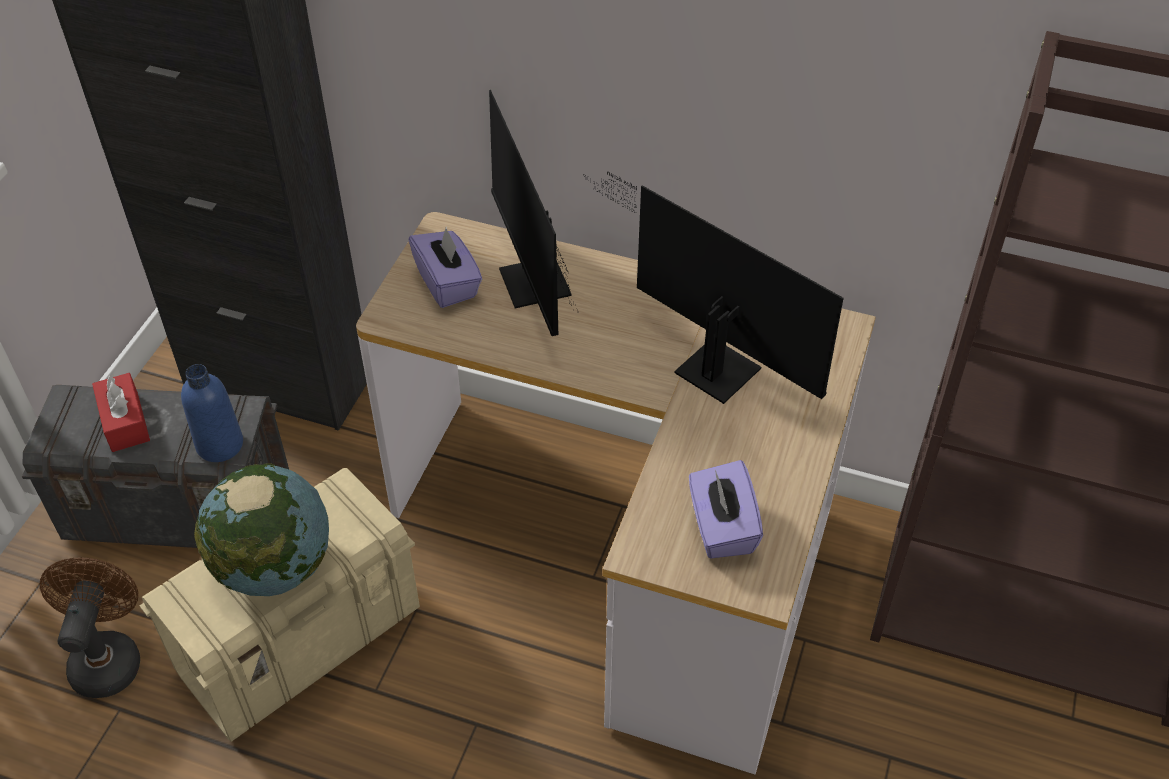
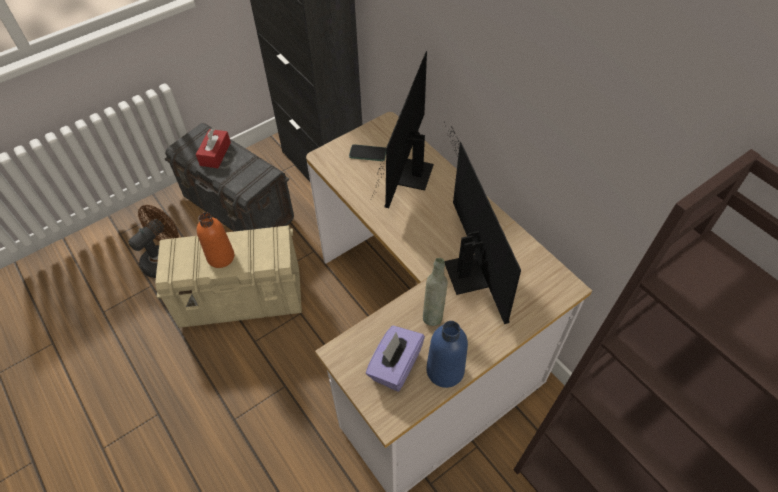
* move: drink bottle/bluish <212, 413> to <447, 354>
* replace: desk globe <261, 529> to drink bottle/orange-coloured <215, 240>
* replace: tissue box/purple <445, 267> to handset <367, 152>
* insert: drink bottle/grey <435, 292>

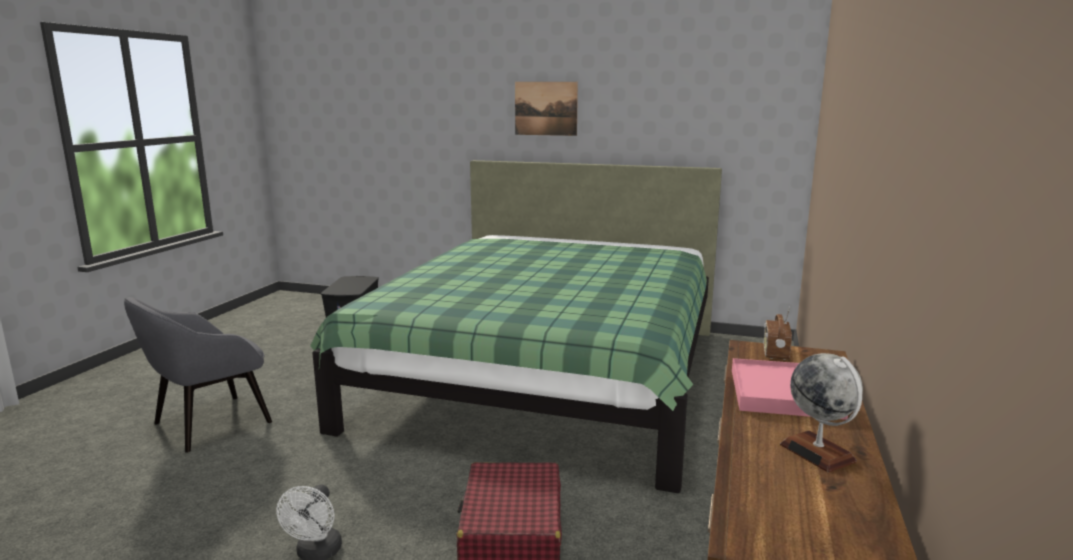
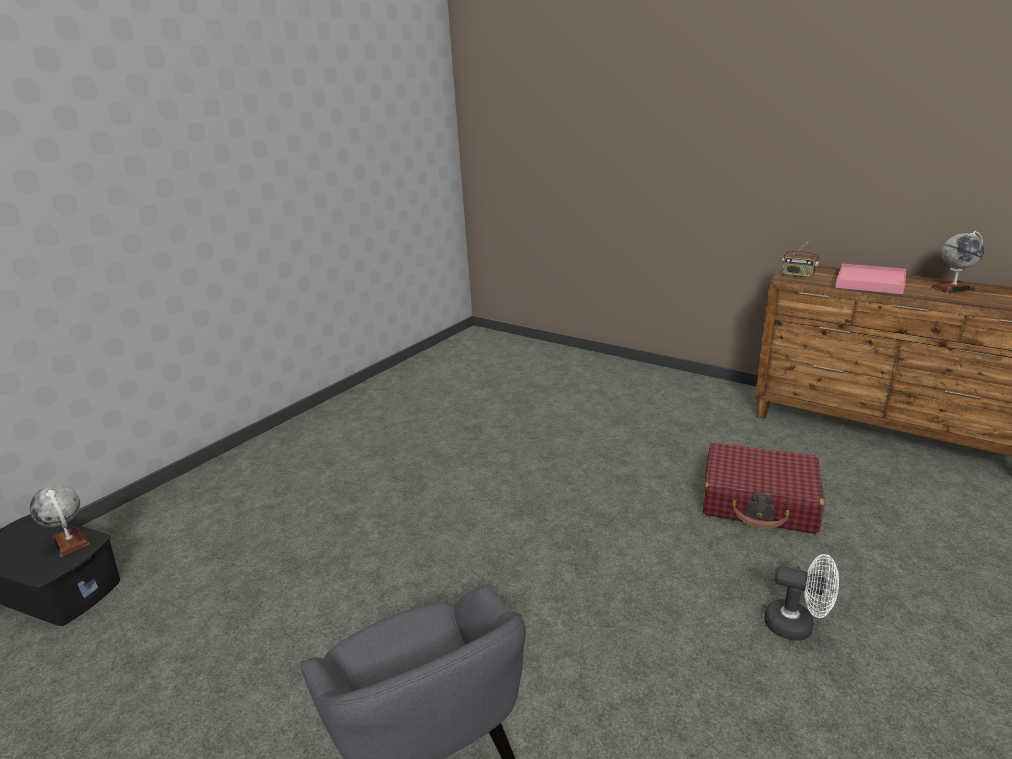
* delete: bed/green-coloured <516, 326>
* delete: wall art <546, 109>
* insert: desk globe <60, 521>

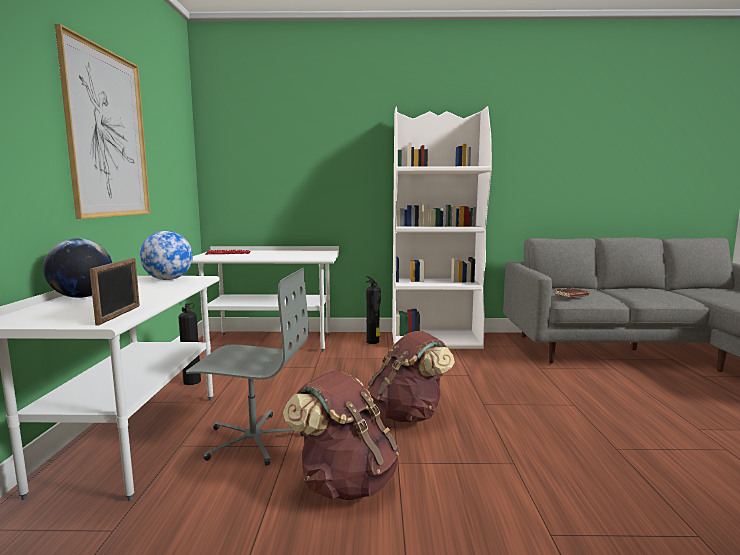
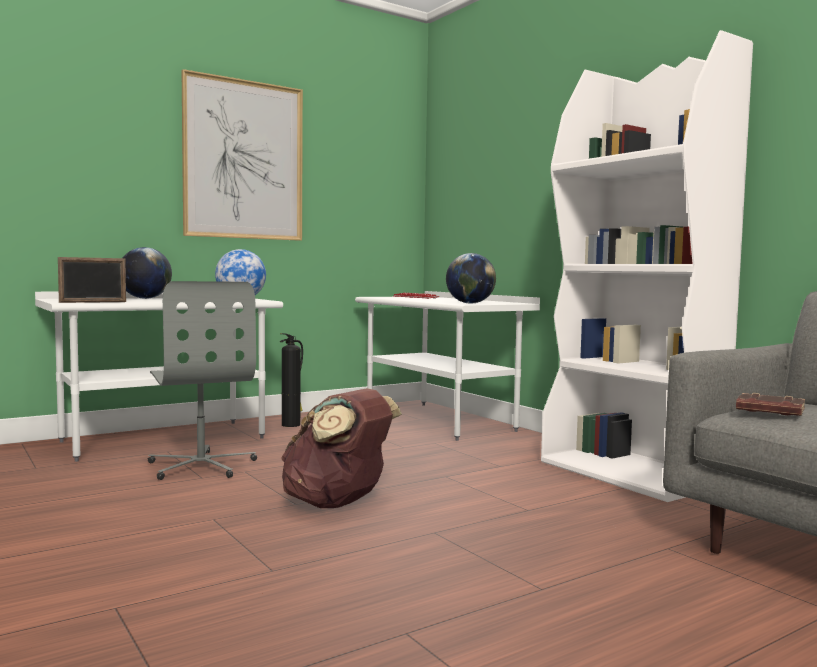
* delete: knapsack/brown <341, 435>
* delete: fire extinguisher <373, 310>
* insert: desk globe <471, 278>

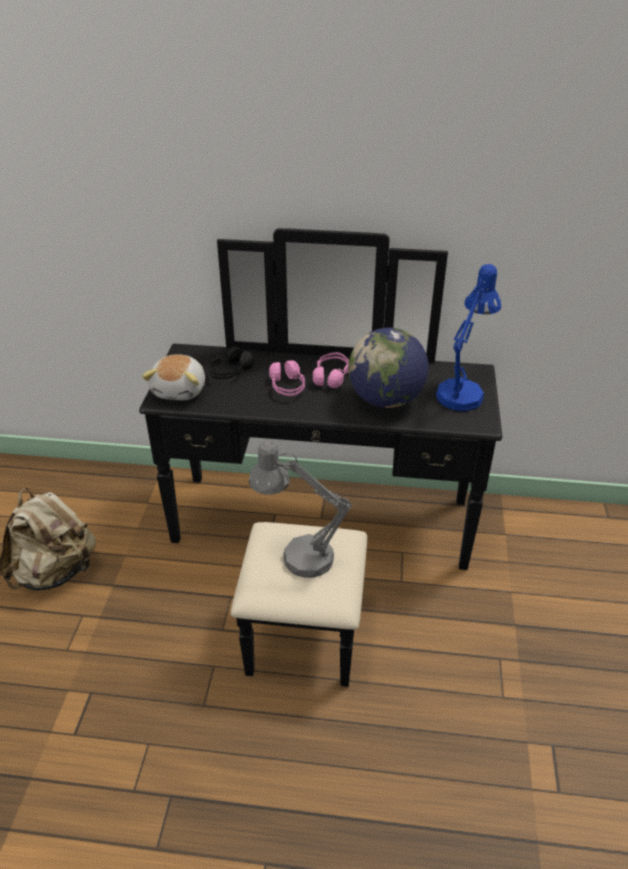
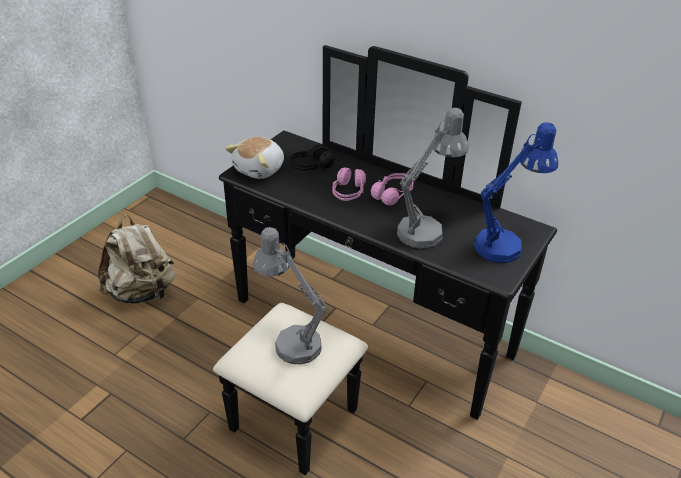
* replace: desk globe <388, 368> to lamp for a table/grey <433, 178>

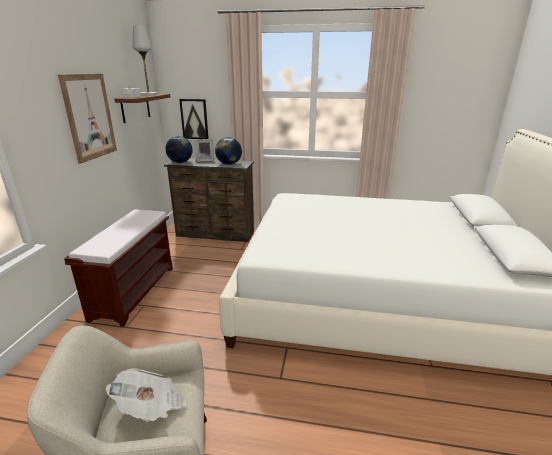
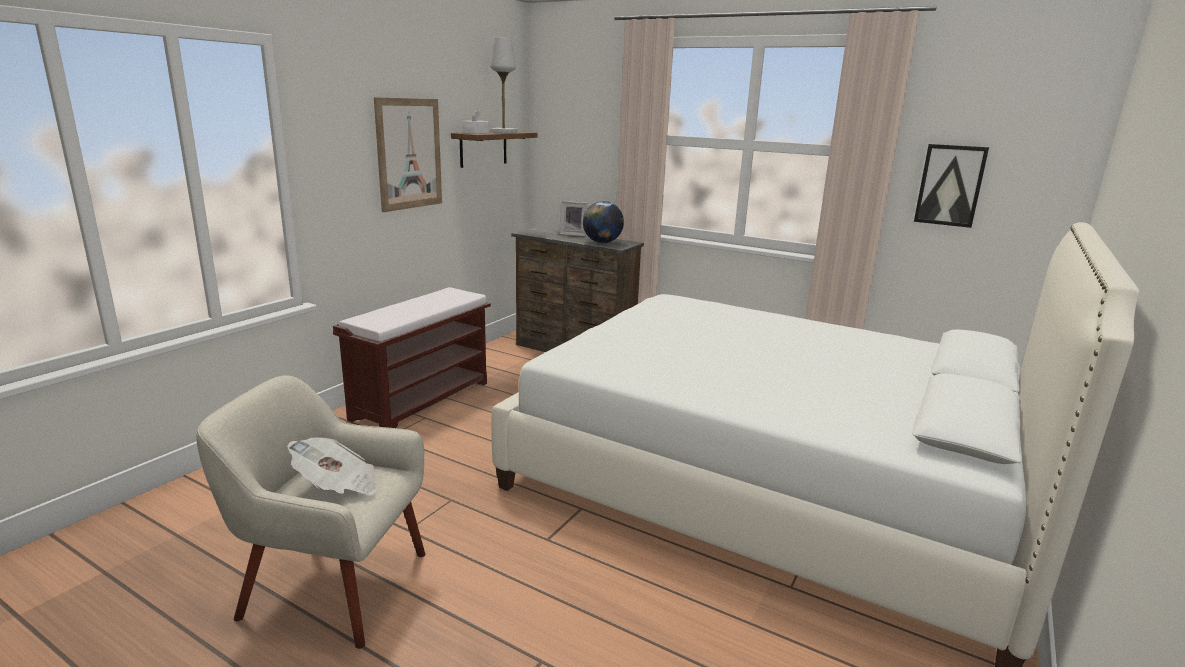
* delete: desk globe <179, 149>
* move: wall art <194, 119> to <951, 186>

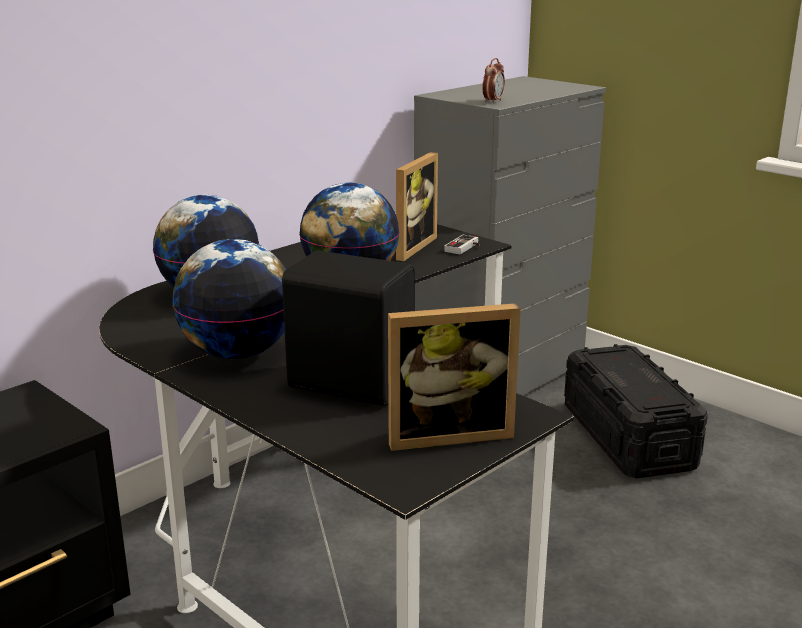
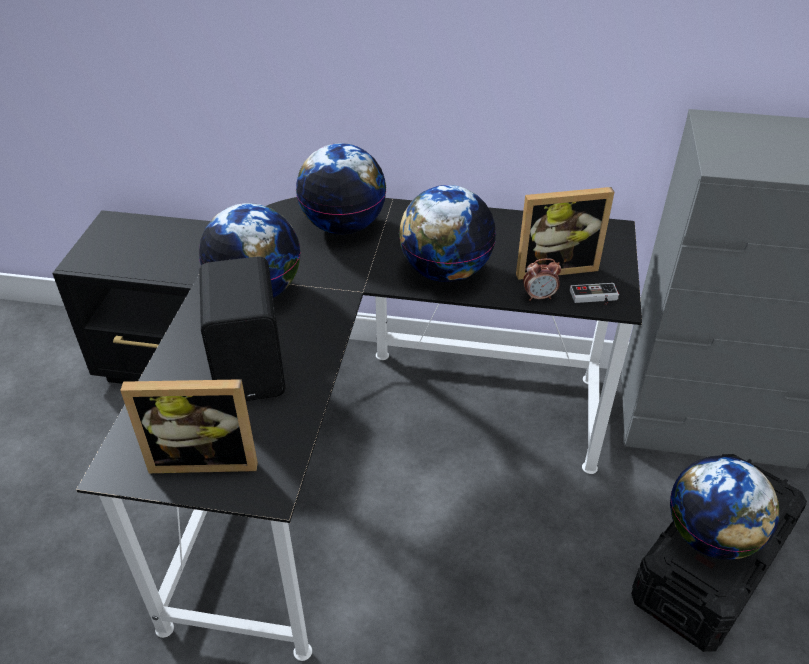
* rotate: standing frame <454, 377> = <189, 426> 45 degrees counterclockwise
* move: bedside clock <493, 80> to <542, 279>
* insert: desk globe <724, 508>

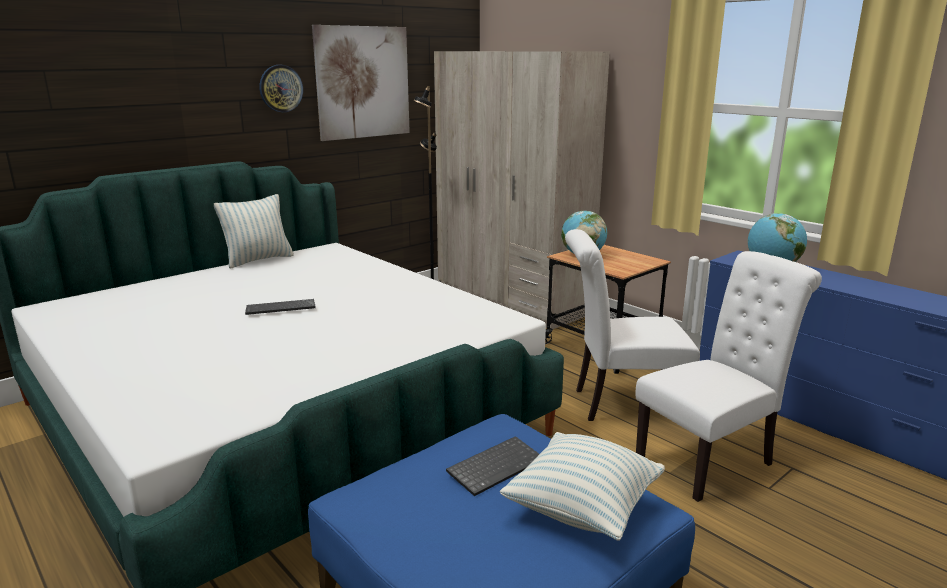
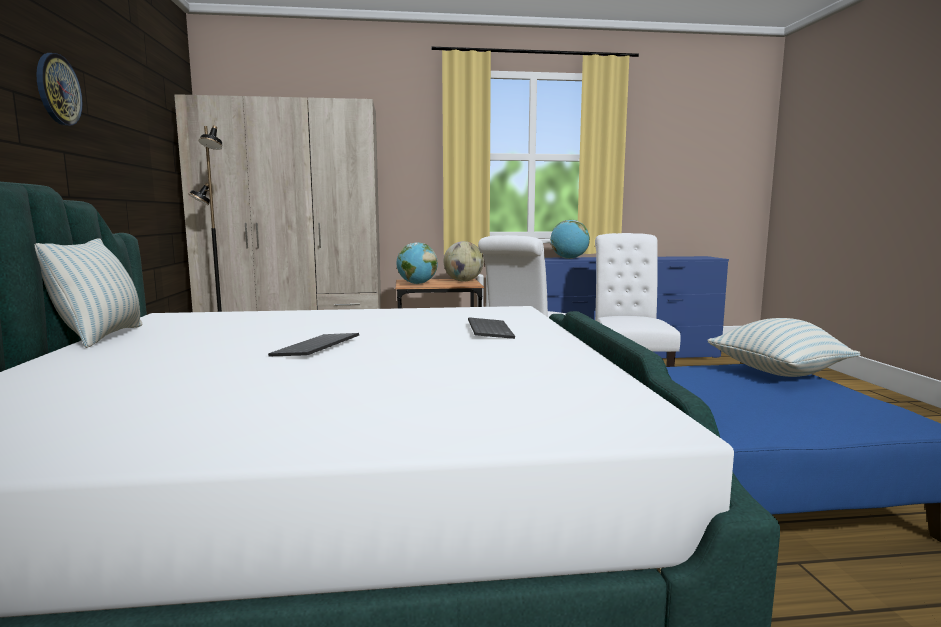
* delete: wall art <361, 83>
* move: keyboard <492, 466> to <491, 328>
* insert: desk globe <464, 261>

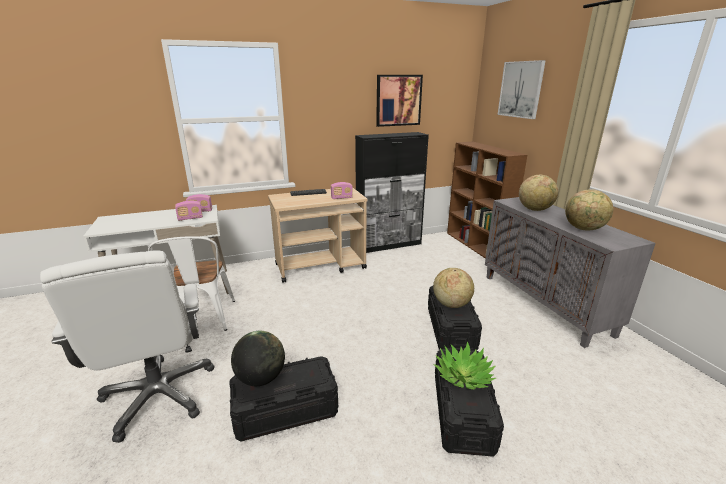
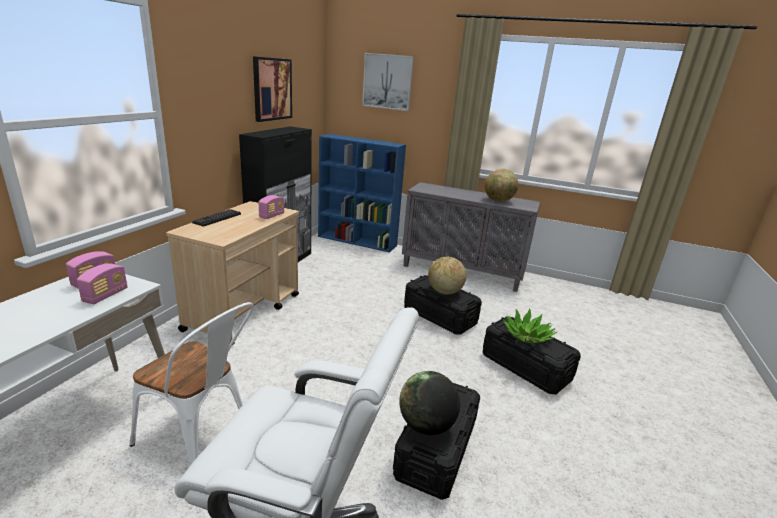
* recolor: shelving unit/brown <487, 200> to shelving unit/bluish <362, 193>
* delete: desk globe <538, 193>

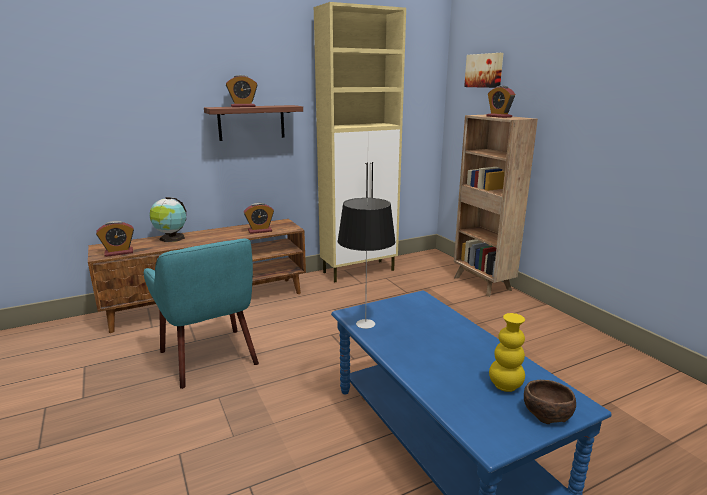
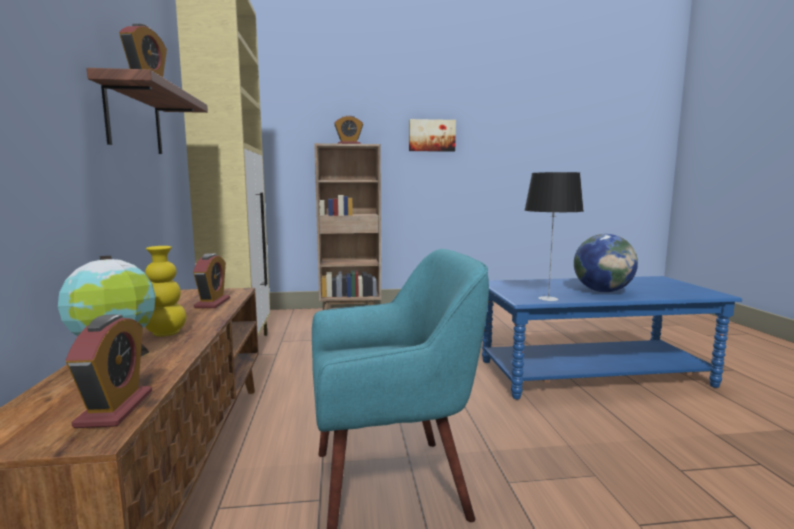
* move: wall art <483, 70> to <432, 135>
* move: flower vase/yellow <507, 352> to <165, 291>
* delete: bowl/brown <550, 402>
* insert: desk globe <606, 263>

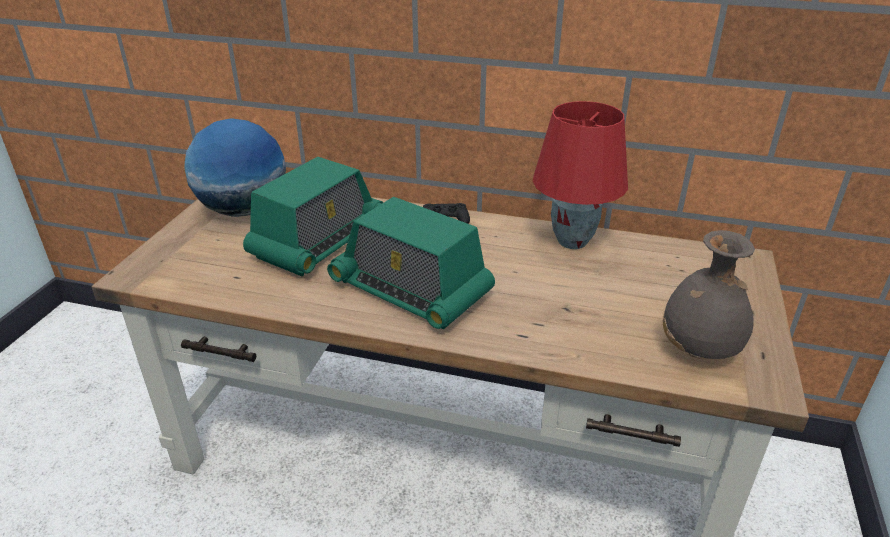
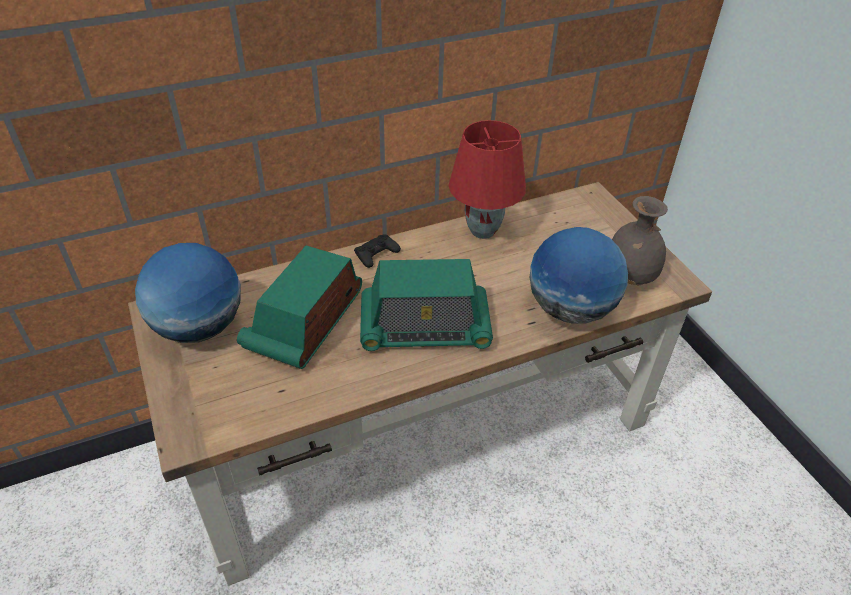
* rotate: radio set <313, 216> = <299, 307> 150 degrees counterclockwise
* insert: desk globe <579, 275>

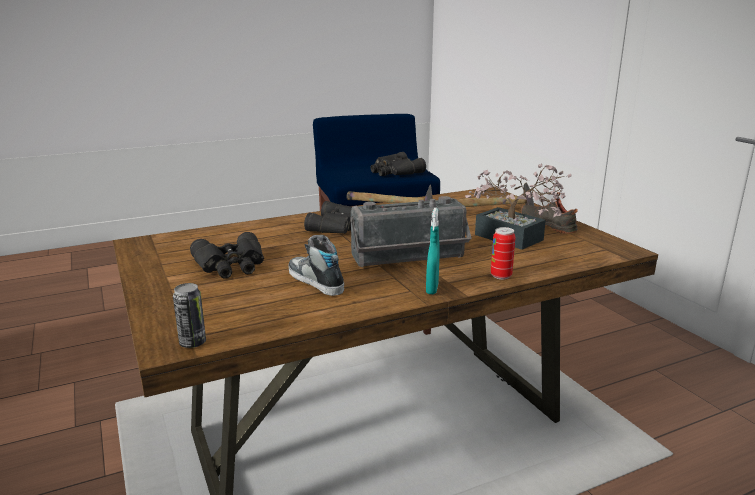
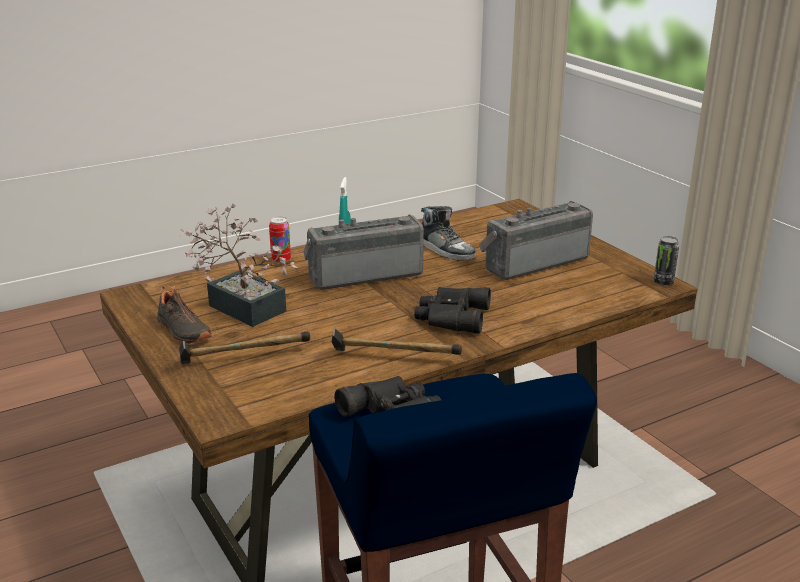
* move: metal can <189, 315> to <666, 260>
* replace: binoculars/blackish <227, 255> to radio set <536, 240>

